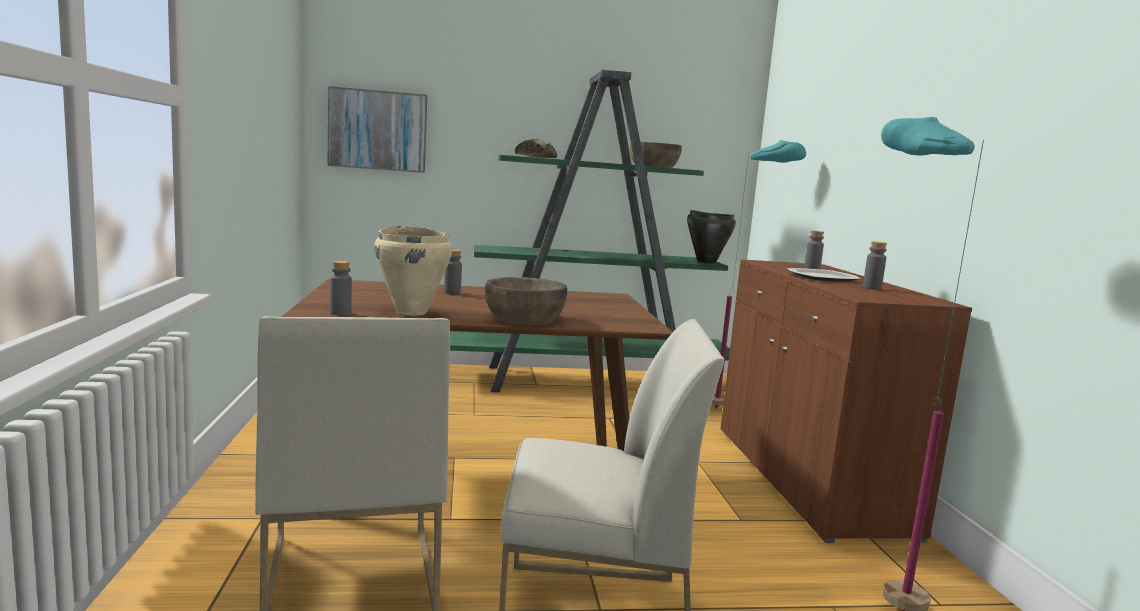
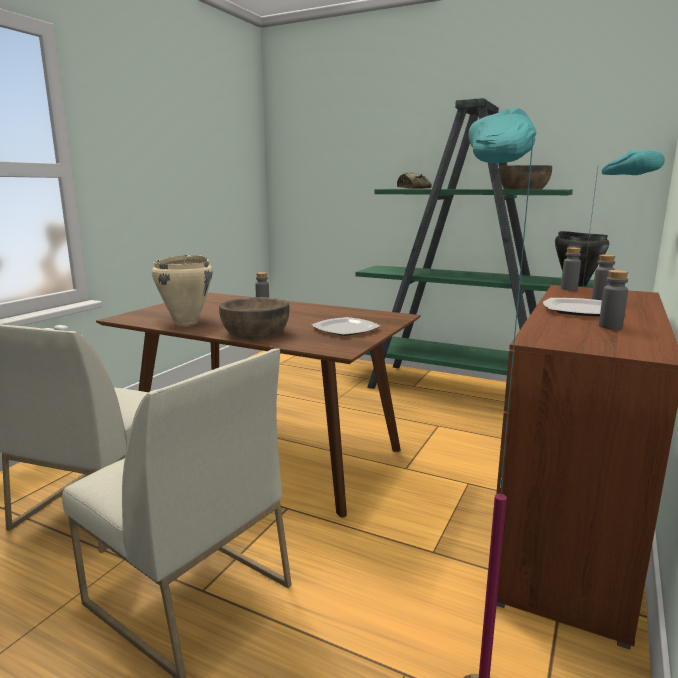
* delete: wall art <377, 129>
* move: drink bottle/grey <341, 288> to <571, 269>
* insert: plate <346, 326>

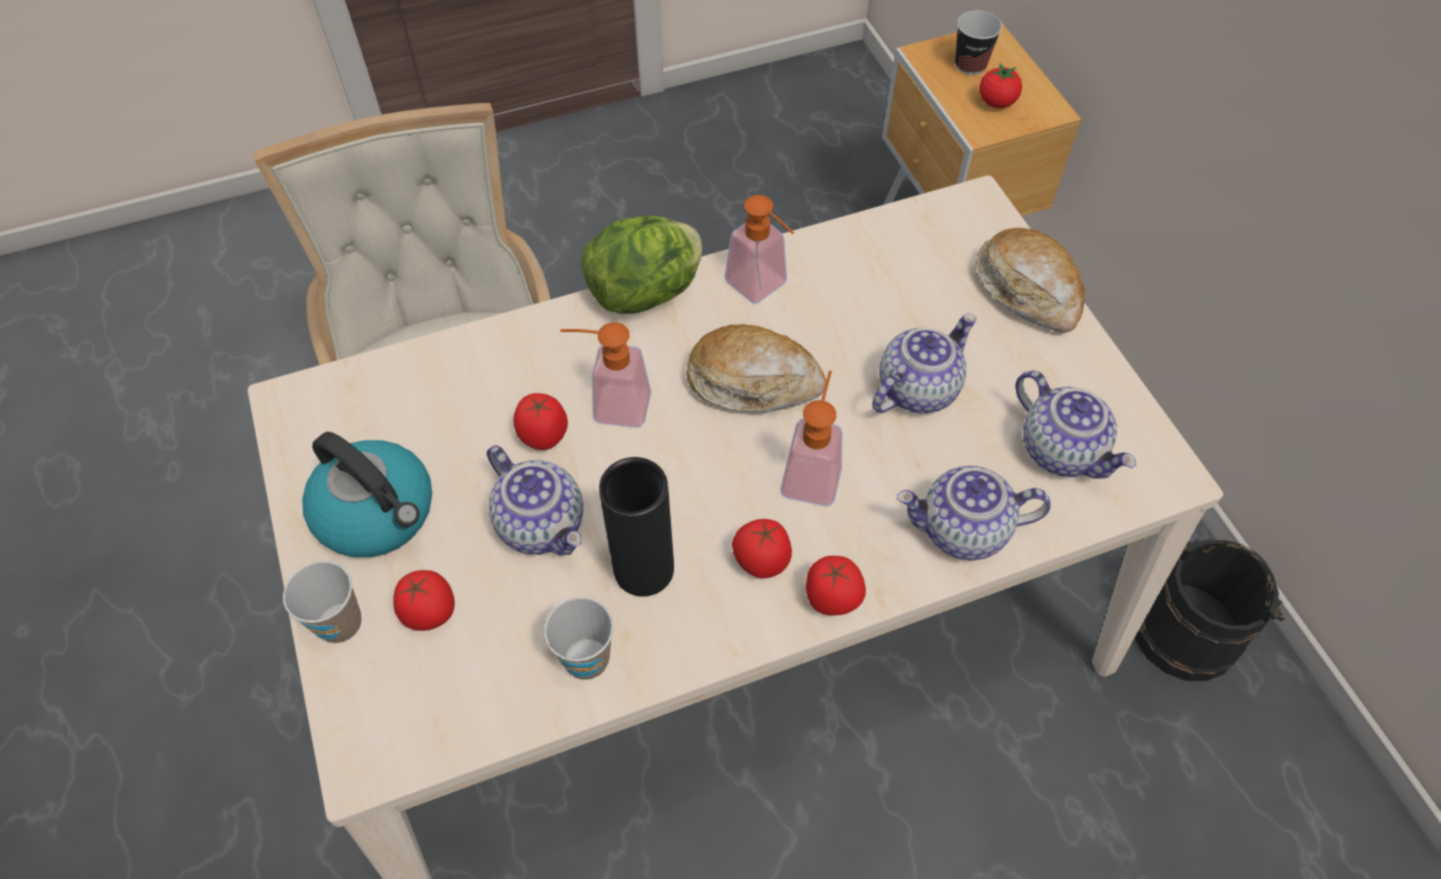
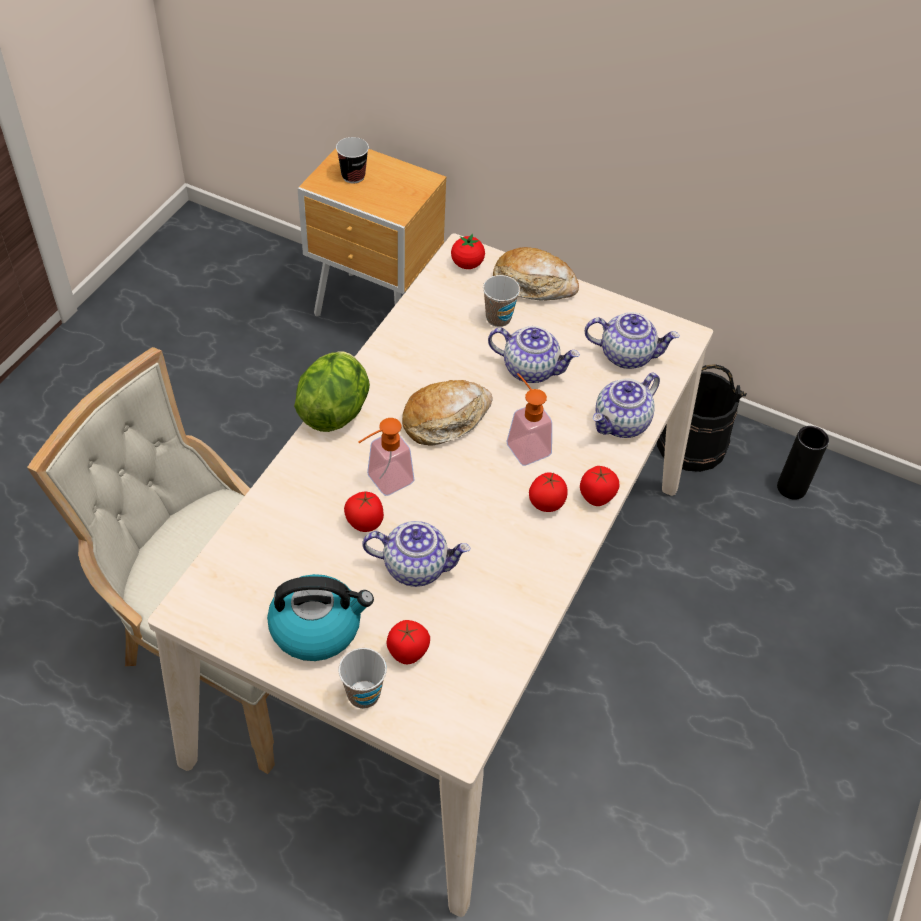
* move: small cup <579, 638> to <501, 301>
* move: flower vase/blackish <636, 526> to <803, 463>
* delete: soap bottle <759, 249>
* rotate: teapot <924, 363> = <534, 354> 105 degrees clockwise
* move: whole tomato <1000, 86> to <468, 251>

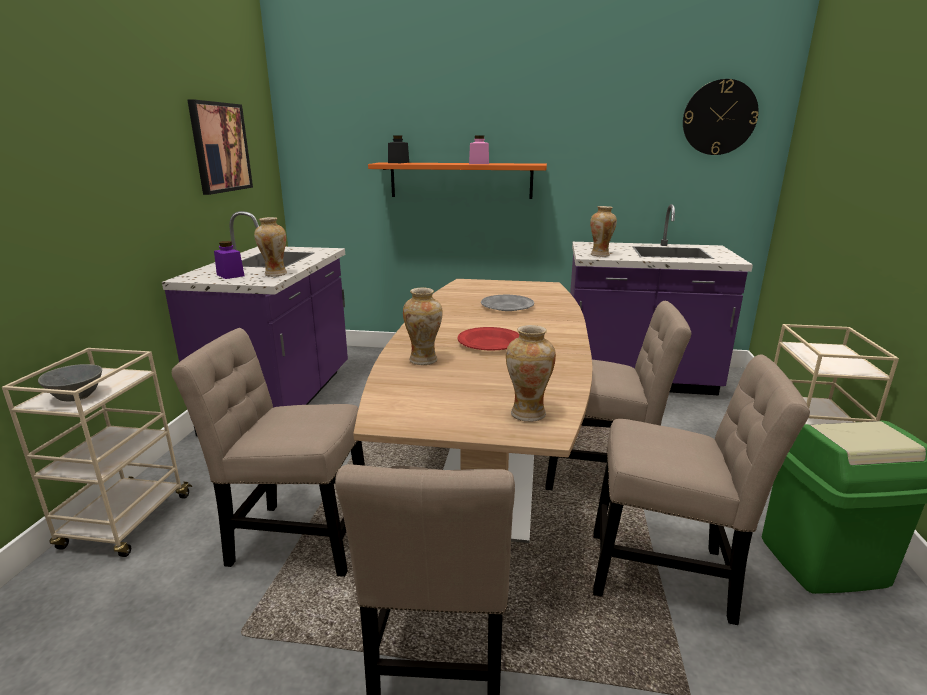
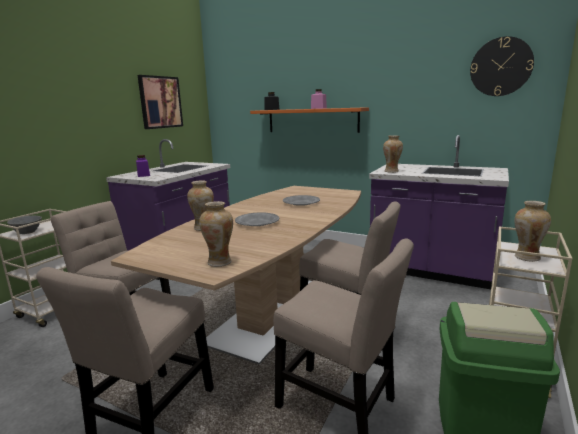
* move: flower vase <270, 247> to <533, 231>
* recolor: plate/red-coloured <488, 338> to plate/grey <257, 219>

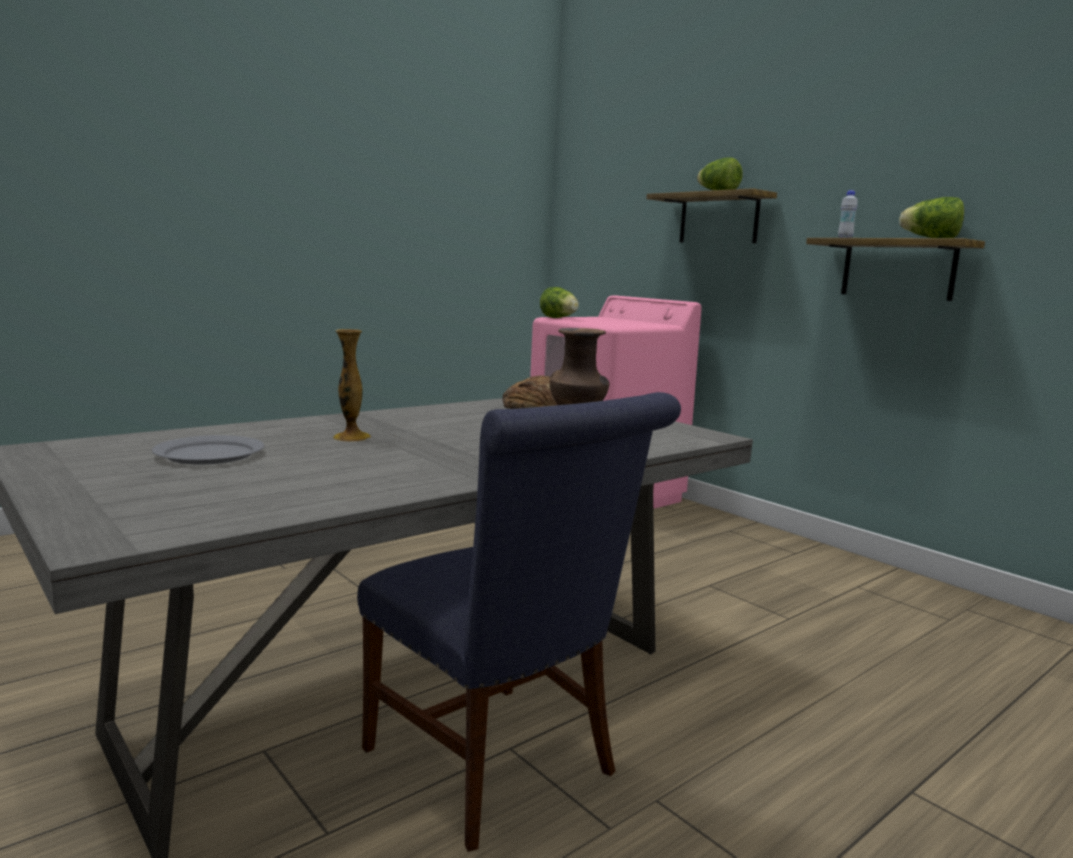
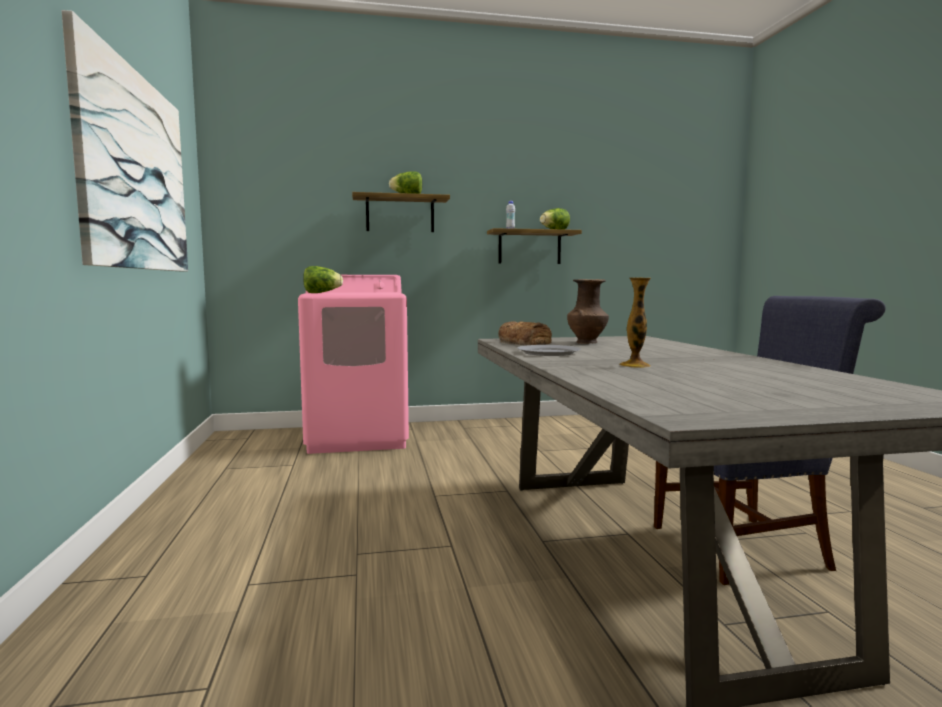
* move: plate/grey <208, 449> to <549, 350>
* insert: wall art <124, 141>

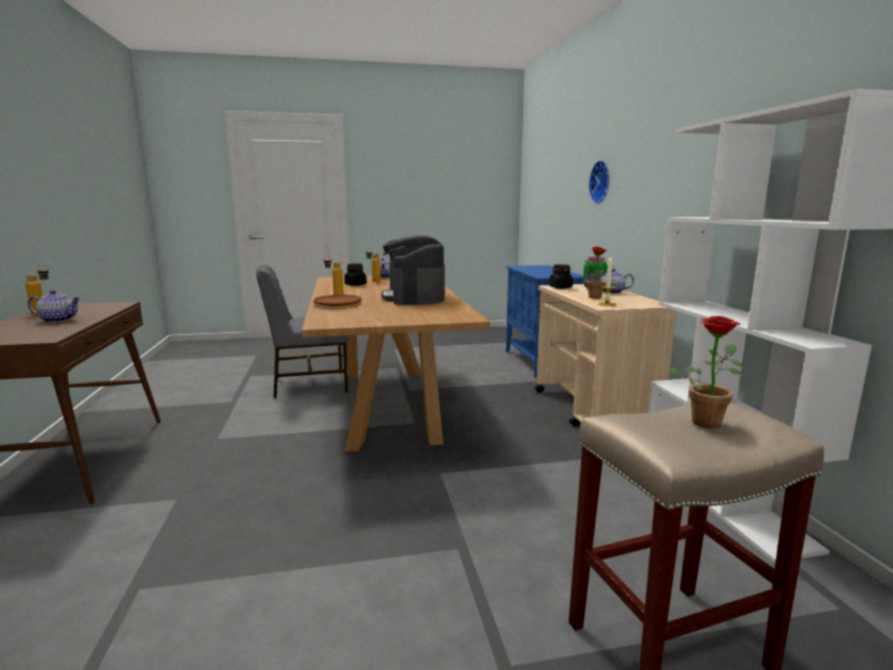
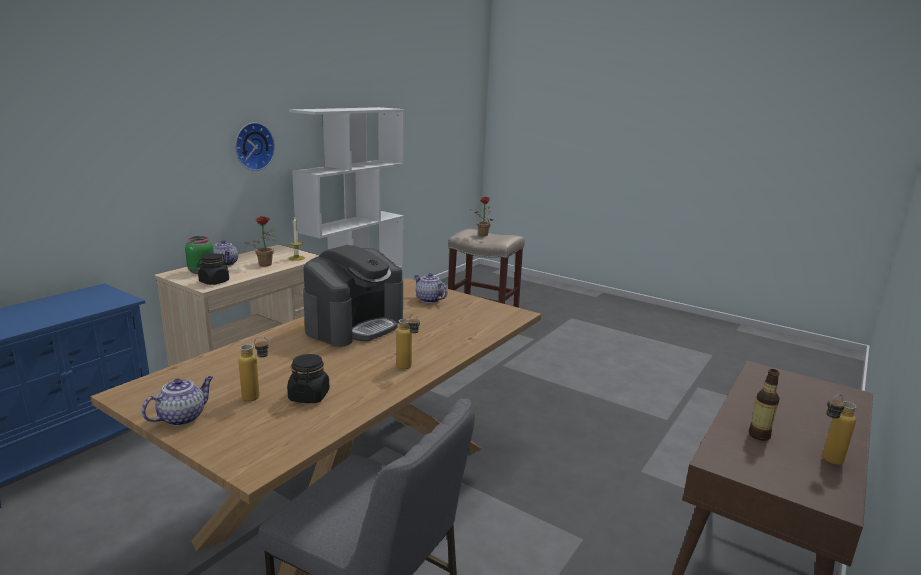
* move: teapot <54, 306> to <430, 288>
* delete: plate/brown <337, 300>
* move: wall clock <599, 182> to <255, 146>
* insert: drink bottle <764, 405>

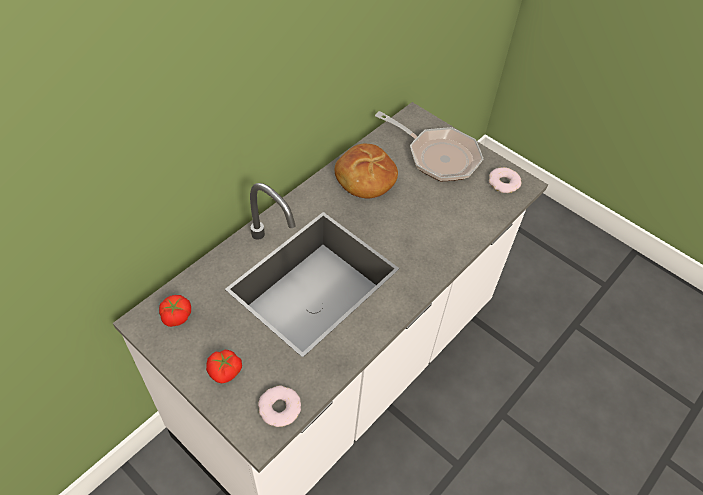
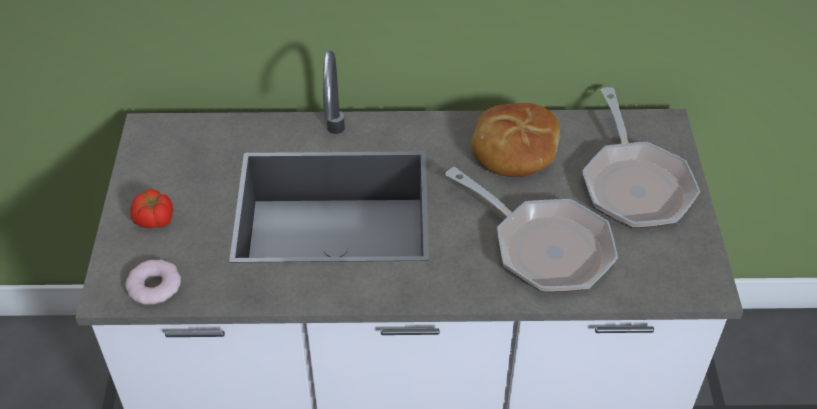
* delete: whole tomato <175, 311>
* delete: donut <505, 180>
* insert: frying pan <531, 229>

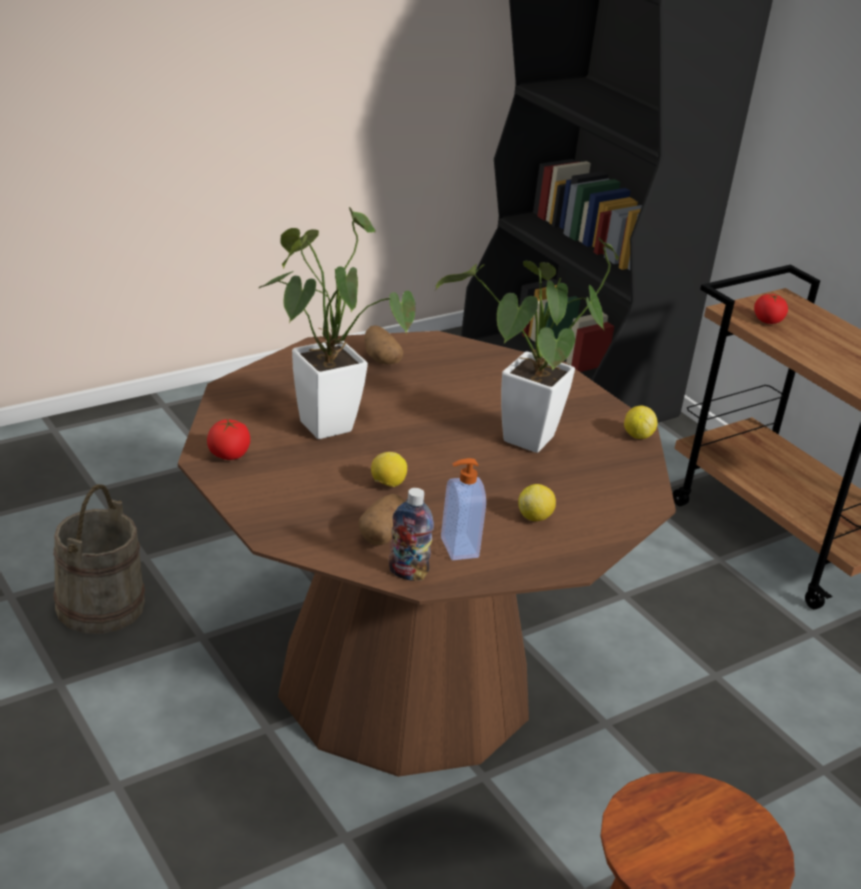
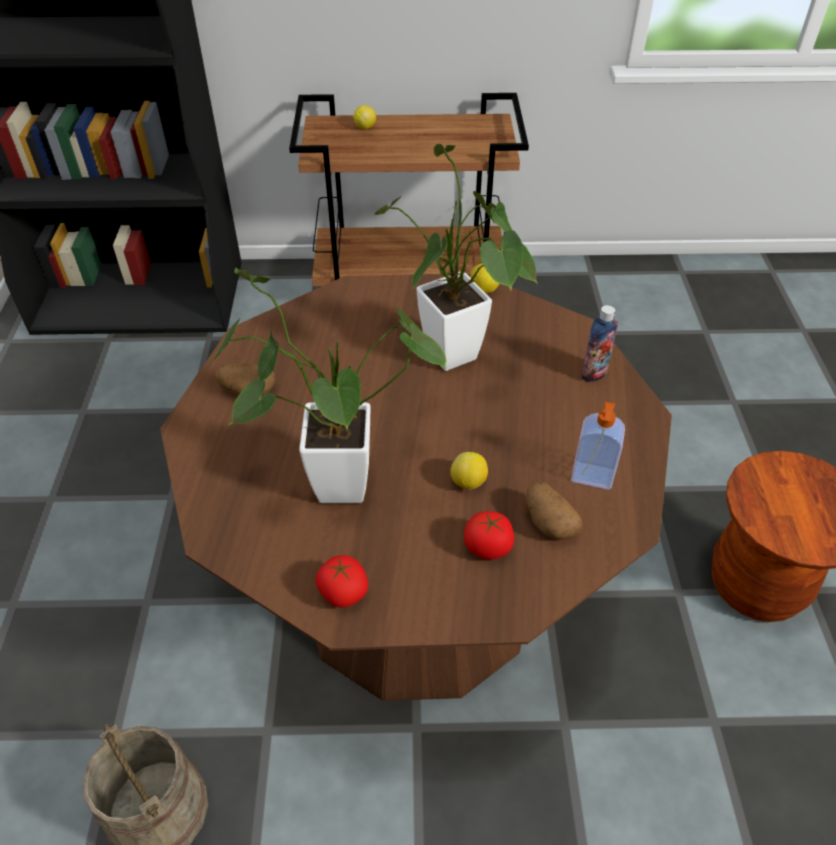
* move: drink bottle <411, 534> to <599, 343>
* move: whole lemon <537, 502> to <365, 117>
* move: whole tomato <771, 309> to <489, 535>

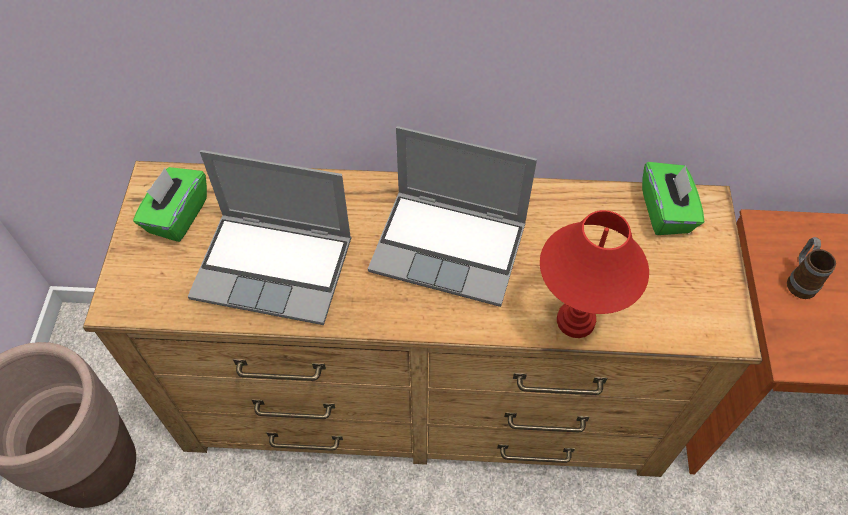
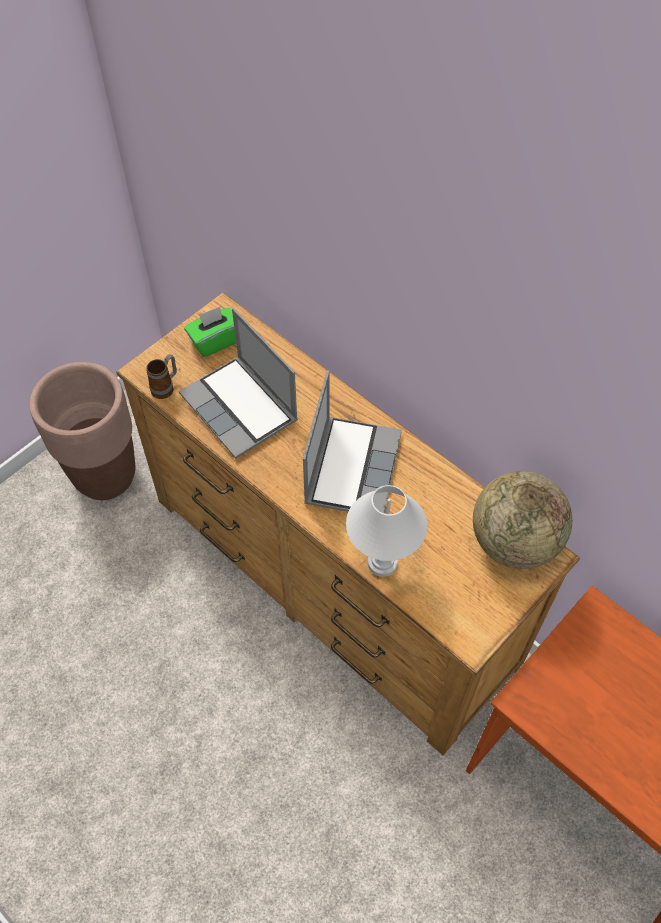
* rotate: laptop <452, 216> = <352, 441> 135 degrees counterclockwise
* recolor: lamp for a table/red-coloured <594, 274> to lamp for a table/white <386, 531>
* replace: tissue box/green-coloured <673, 198> to desk globe <522, 520>
* move: coffee mug <811, 268> to <161, 376>

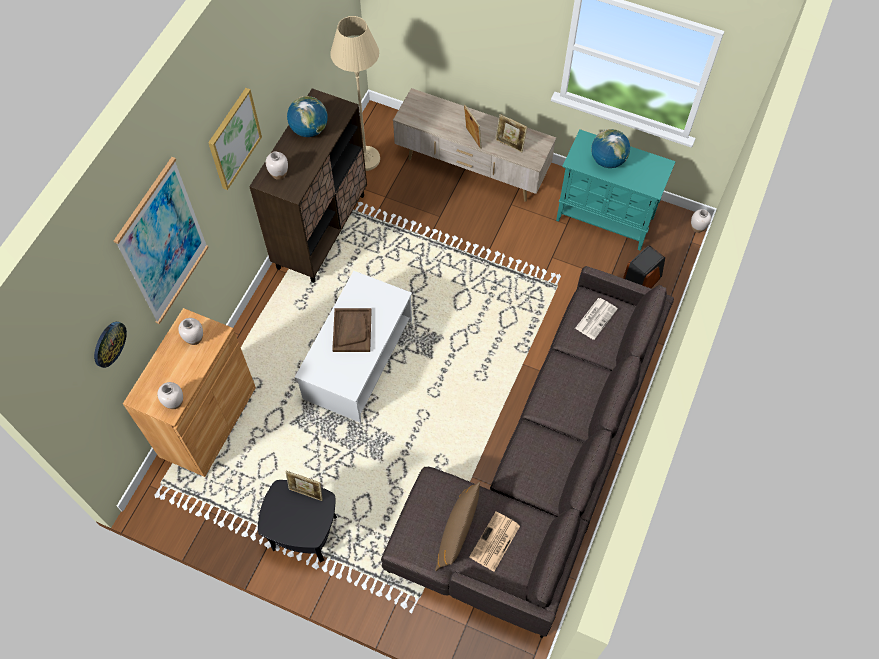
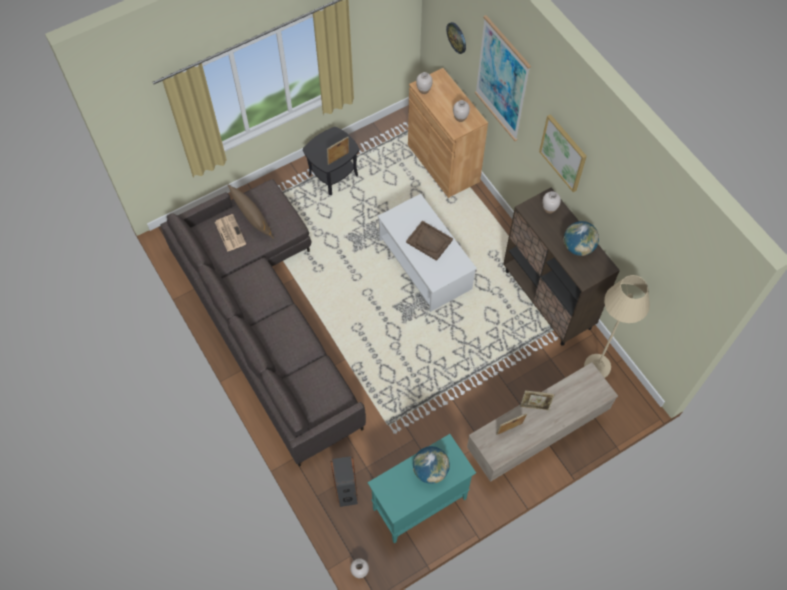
* delete: newspaper <596, 319>

